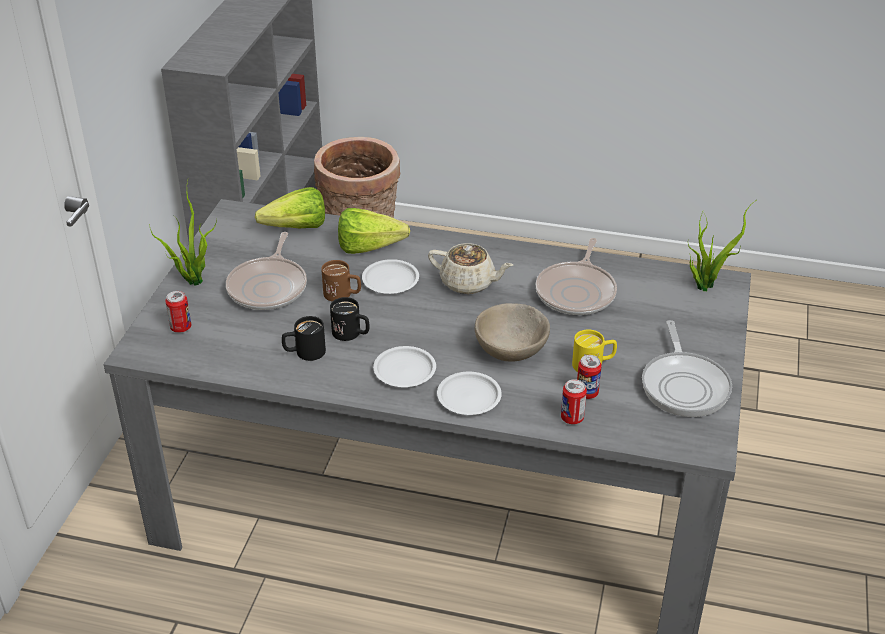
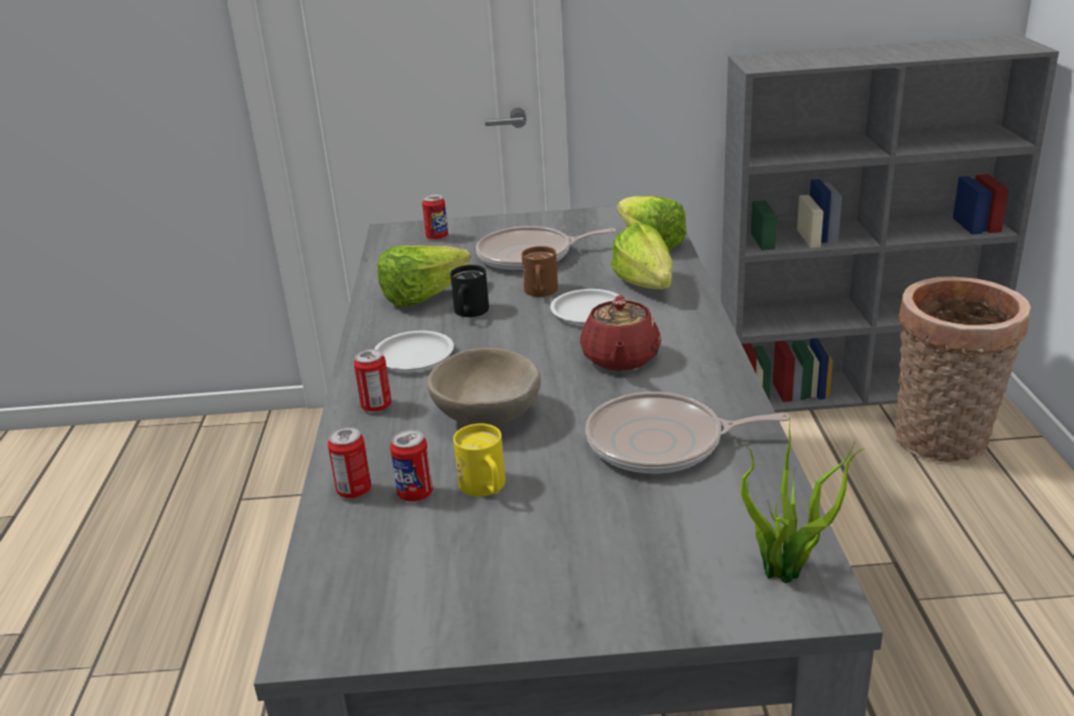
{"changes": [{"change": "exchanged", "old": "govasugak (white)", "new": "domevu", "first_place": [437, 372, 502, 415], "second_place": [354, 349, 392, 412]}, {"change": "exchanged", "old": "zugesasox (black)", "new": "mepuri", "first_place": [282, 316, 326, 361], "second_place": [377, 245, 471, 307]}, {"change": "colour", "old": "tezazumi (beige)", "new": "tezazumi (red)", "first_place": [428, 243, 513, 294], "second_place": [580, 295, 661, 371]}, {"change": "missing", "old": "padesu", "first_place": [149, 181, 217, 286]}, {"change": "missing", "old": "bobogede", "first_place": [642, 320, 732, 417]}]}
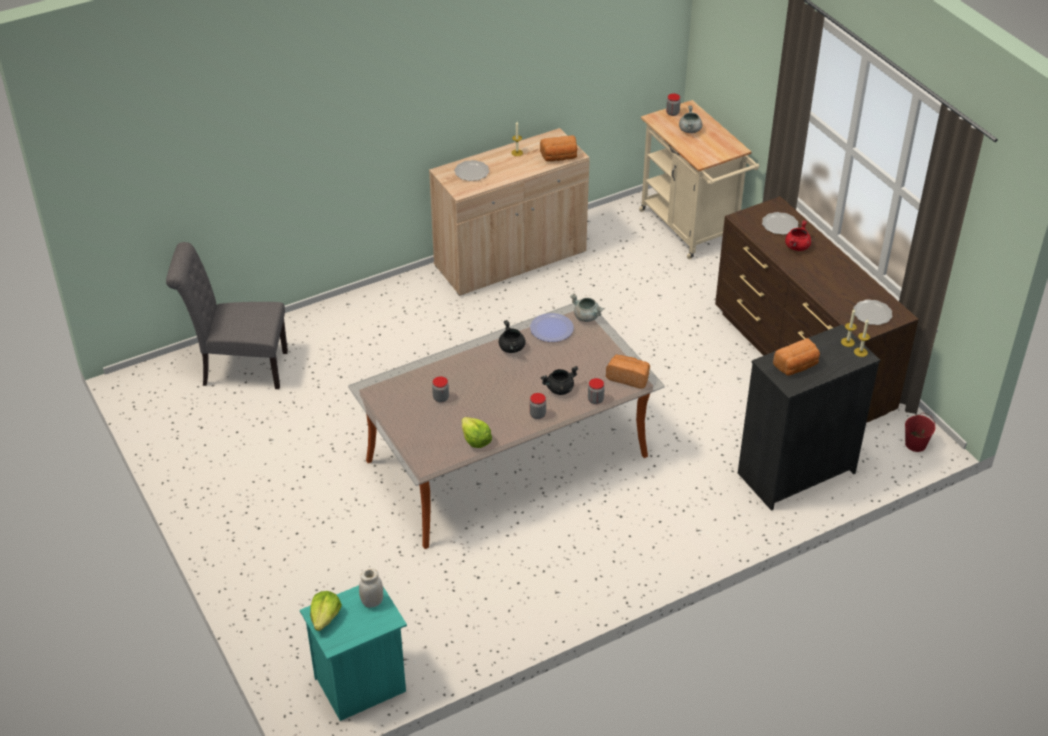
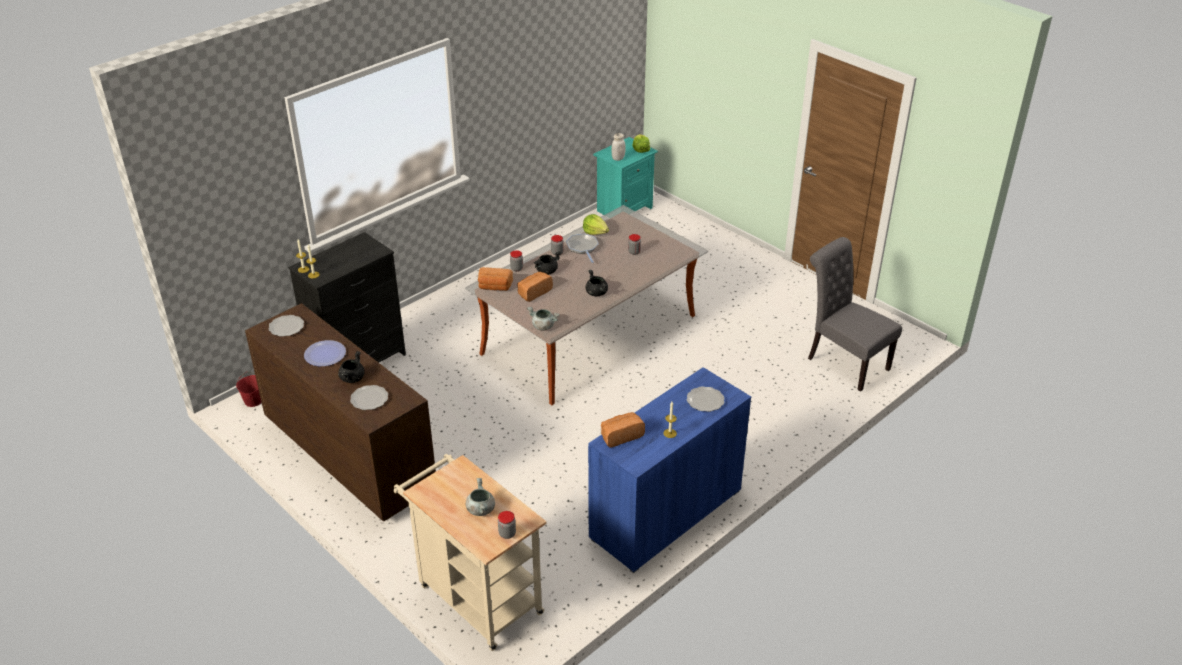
{"changes": [{"change": "relocated", "old": "govasugak", "first_place": [530, 313, 574, 342], "second_place": [304, 340, 346, 366]}, {"change": "colour", "old": "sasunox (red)", "new": "sasunox (black)", "first_place": [785, 220, 811, 251], "second_place": [338, 351, 365, 383]}, {"change": "relocated", "old": "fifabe", "first_place": [773, 338, 820, 375], "second_place": [517, 271, 553, 302]}, {"change": "appeared", "new": "bobogede", "second_place": [566, 233, 599, 263]}, {"change": "colour", "old": "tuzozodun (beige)", "new": "tuzozodun (blue)", "first_place": [429, 128, 590, 296], "second_place": [588, 367, 751, 573]}, {"change": "spun", "old": "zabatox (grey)", "first_place": [166, 242, 288, 389], "second_place": [808, 237, 902, 391], "degrees": -120}]}
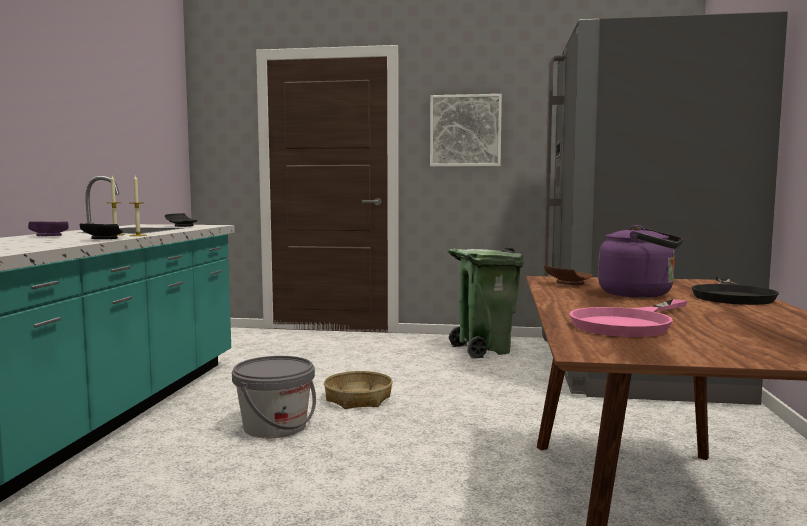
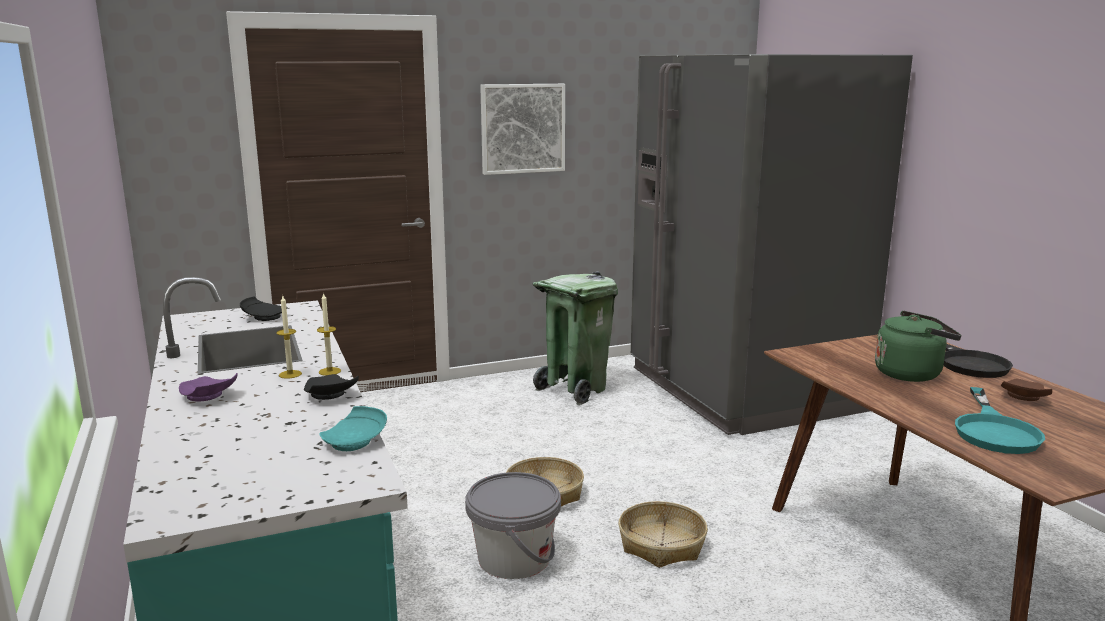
{"changes": [{"change": "appeared", "new": "govasugak (turquoise)", "second_place": [319, 406, 387, 451]}, {"change": "appeared", "new": "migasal", "second_place": [619, 501, 708, 568]}, {"change": "colour", "old": "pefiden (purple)", "new": "pefiden (green)", "first_place": [598, 225, 683, 298], "second_place": [875, 311, 961, 382]}, {"change": "colour", "old": "bobogede (pink)", "new": "bobogede (turquoise)", "first_place": [569, 299, 687, 337], "second_place": [955, 387, 1045, 454]}, {"change": "relocated", "old": "govasugak (brown)", "first_place": [544, 265, 593, 285], "second_place": [1000, 379, 1052, 401]}]}
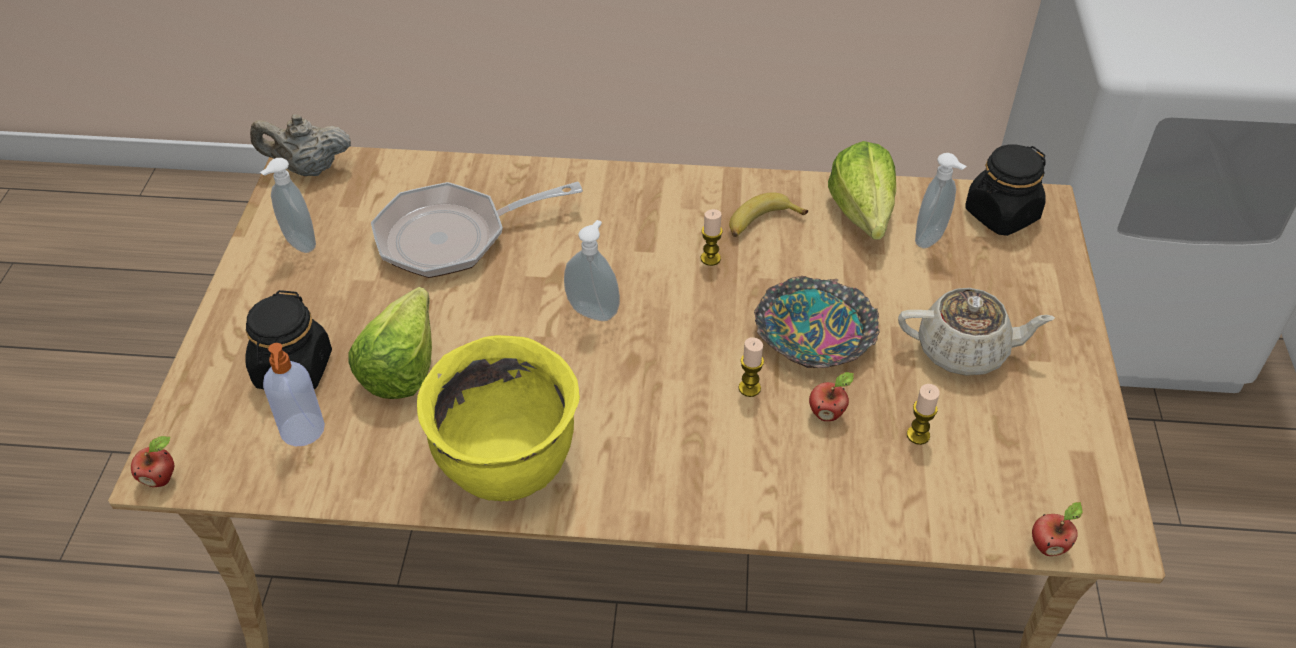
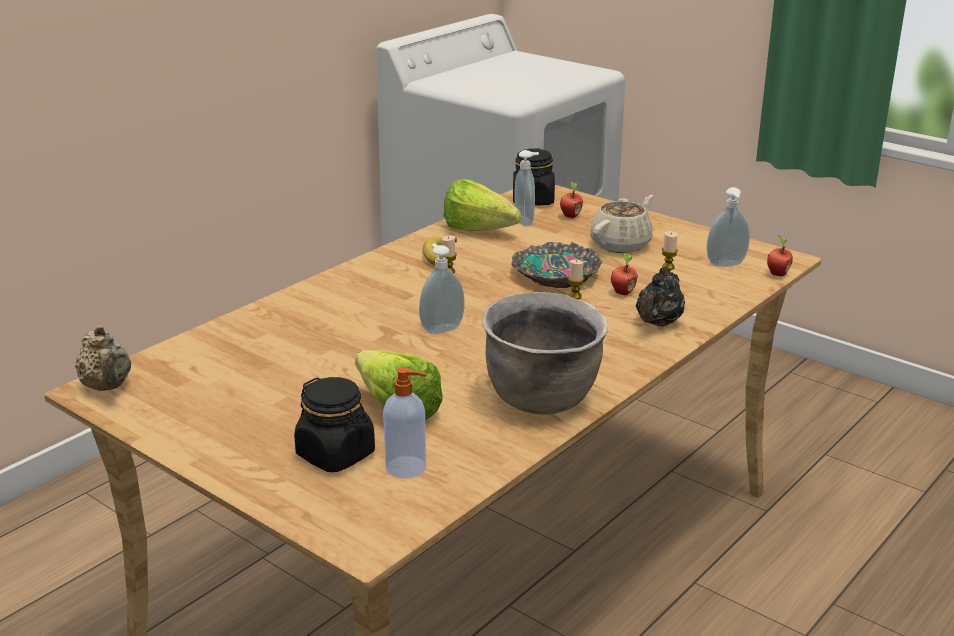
{"changes": [{"change": "spun", "old": "tezazumi (beige)", "first_place": [250, 114, 351, 176], "second_place": [75, 325, 131, 391], "degrees": -60}, {"change": "colour", "old": "sasunox (yellow)", "new": "sasunox (brown)", "first_place": [417, 335, 580, 501], "second_place": [482, 292, 608, 415]}, {"change": "relocated", "old": "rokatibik", "first_place": [131, 436, 174, 487], "second_place": [560, 182, 583, 218]}, {"change": "appeared", "new": "tezazumi (black)", "second_place": [636, 267, 685, 327]}, {"change": "relocated", "old": "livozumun", "first_place": [260, 158, 316, 253], "second_place": [706, 187, 750, 267]}, {"change": "missing", "old": "bobogede", "first_place": [371, 182, 583, 278]}]}
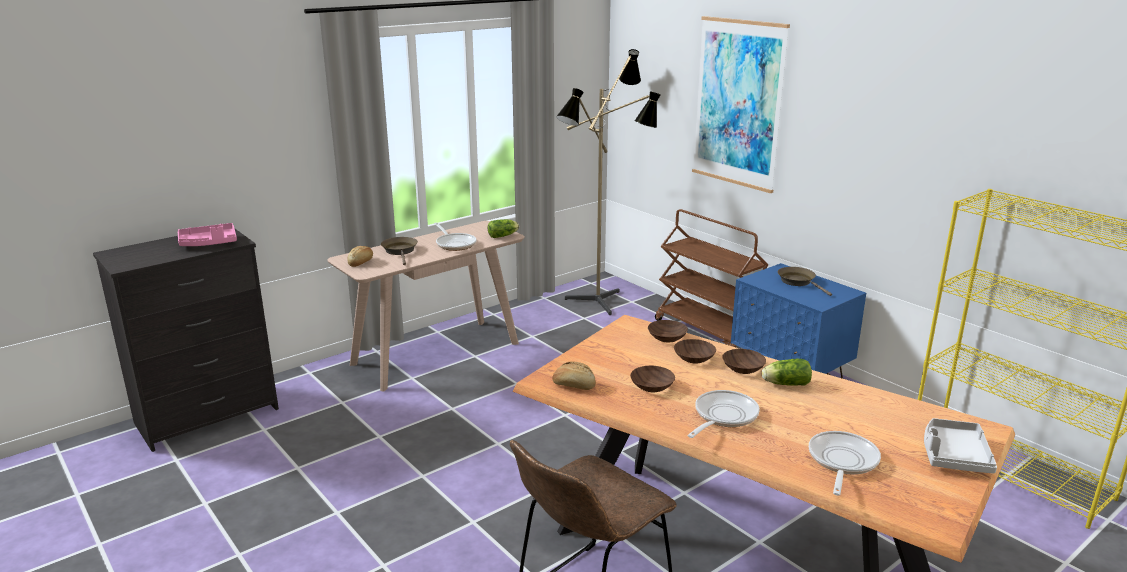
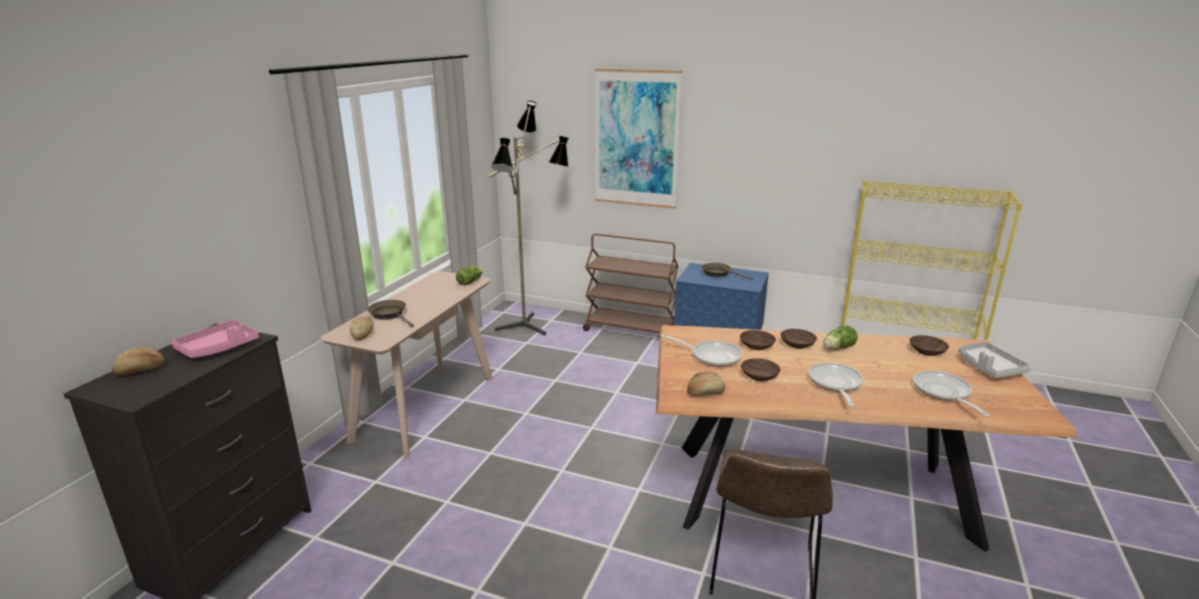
{"changes": [{"change": "appeared", "new": "fifabe", "second_place": [112, 347, 165, 376]}, {"change": "relocated", "old": "bobogede", "first_place": [434, 222, 477, 251], "second_place": [661, 334, 742, 367]}, {"change": "relocated", "old": "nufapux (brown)", "first_place": [648, 320, 688, 342], "second_place": [910, 335, 949, 356]}]}
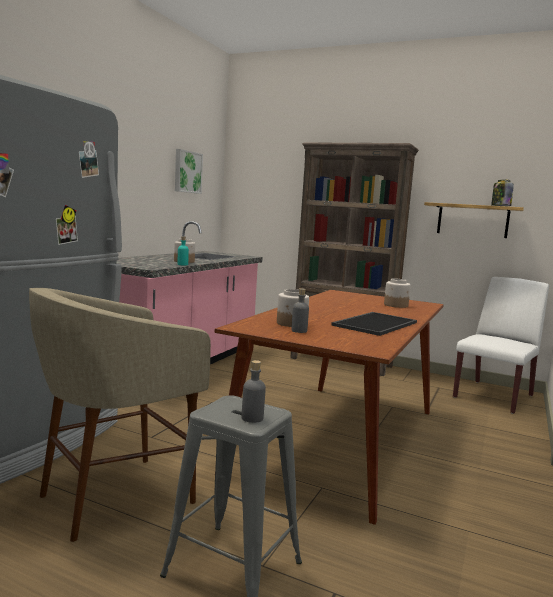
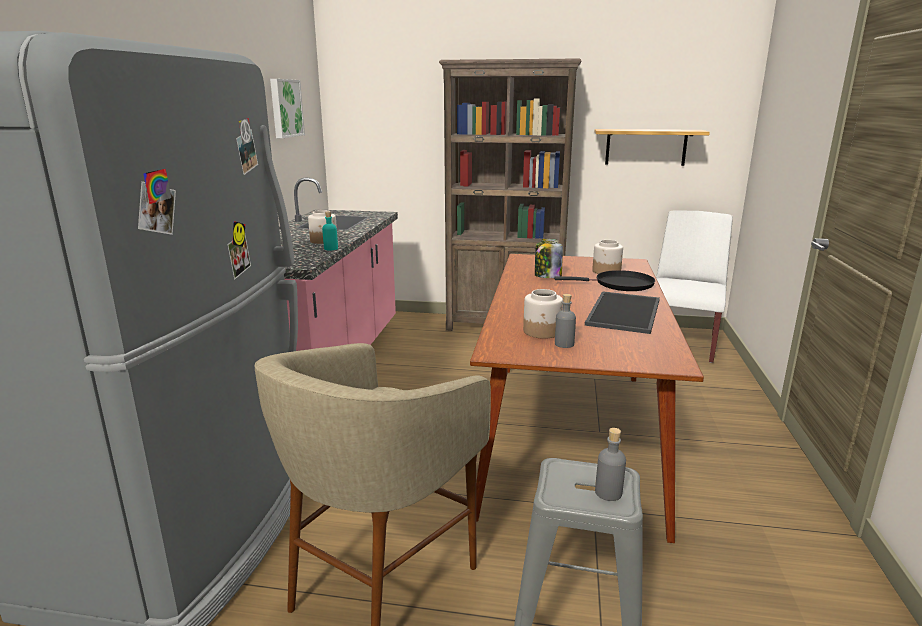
{"changes": [{"change": "relocated", "old": "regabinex", "first_place": [491, 180, 514, 206], "second_place": [535, 239, 563, 278]}, {"change": "appeared", "new": "bobogede (black)", "second_place": [554, 270, 655, 291]}]}
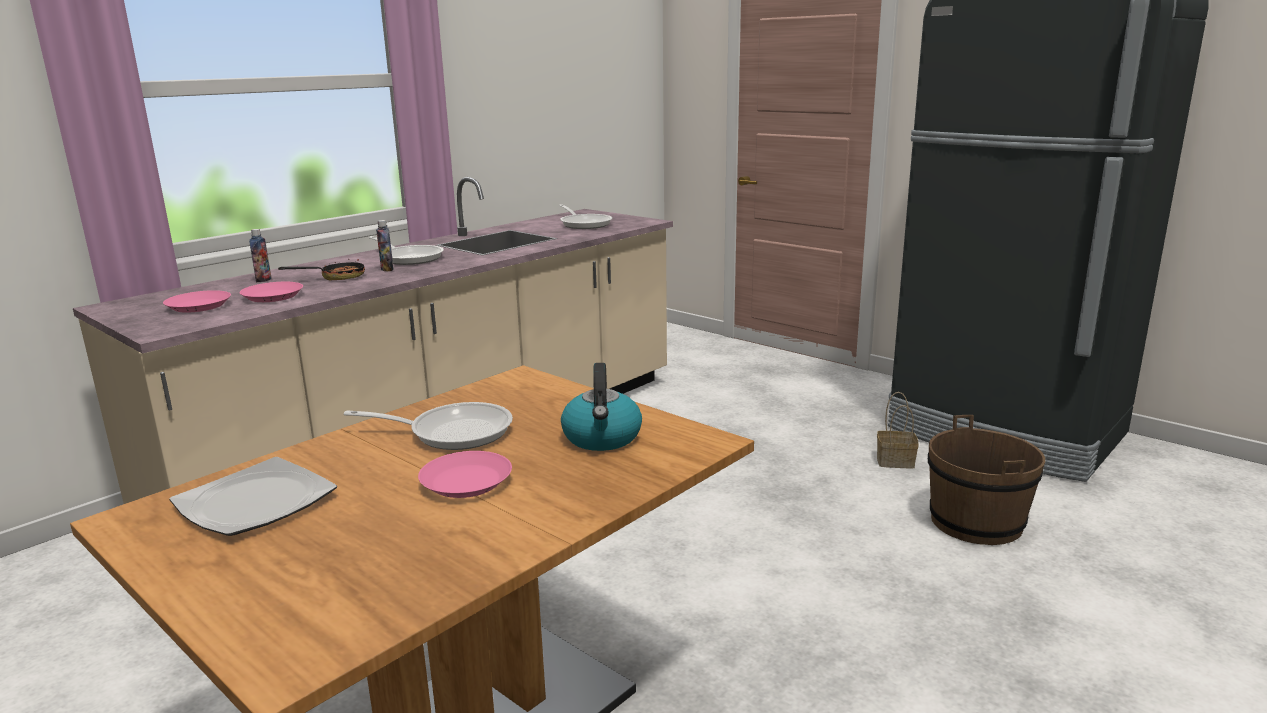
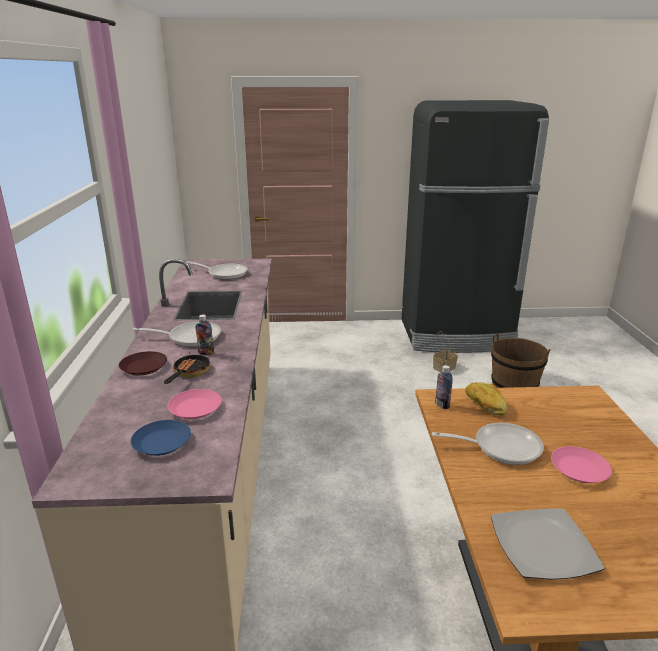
{"changes": [{"change": "appeared", "new": "govasugak (brown)", "second_place": [119, 351, 167, 375]}, {"change": "colour", "old": "govasugak (pink)", "new": "govasugak (blue)", "first_place": [163, 290, 231, 313], "second_place": [131, 420, 191, 456]}, {"change": "spun", "old": "bobogede", "first_place": [344, 402, 513, 450], "second_place": [432, 423, 544, 465], "degrees": 45}, {"change": "relocated", "old": "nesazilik", "first_place": [249, 229, 271, 282], "second_place": [435, 365, 453, 409]}, {"change": "appeared", "new": "fifabe", "second_place": [465, 382, 507, 416]}, {"change": "missing", "old": "pefiden", "first_place": [561, 363, 642, 451]}]}
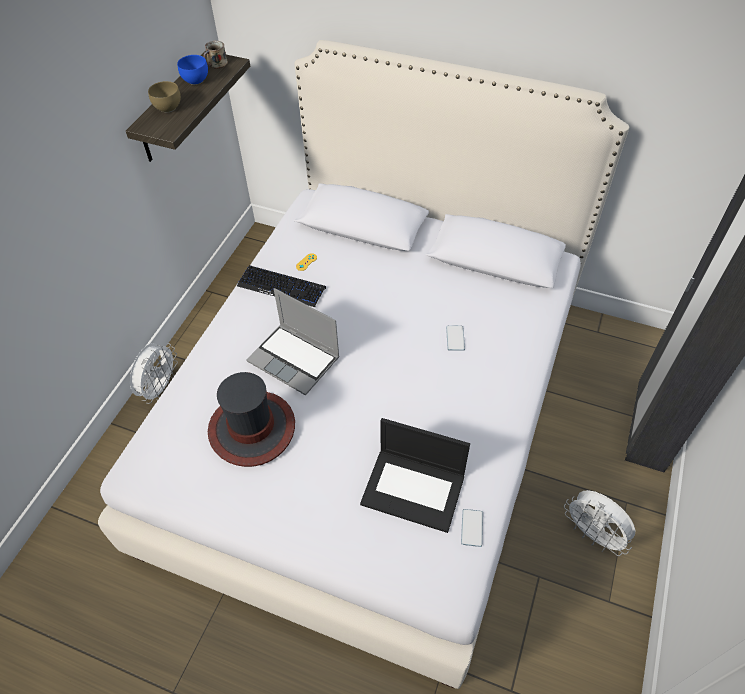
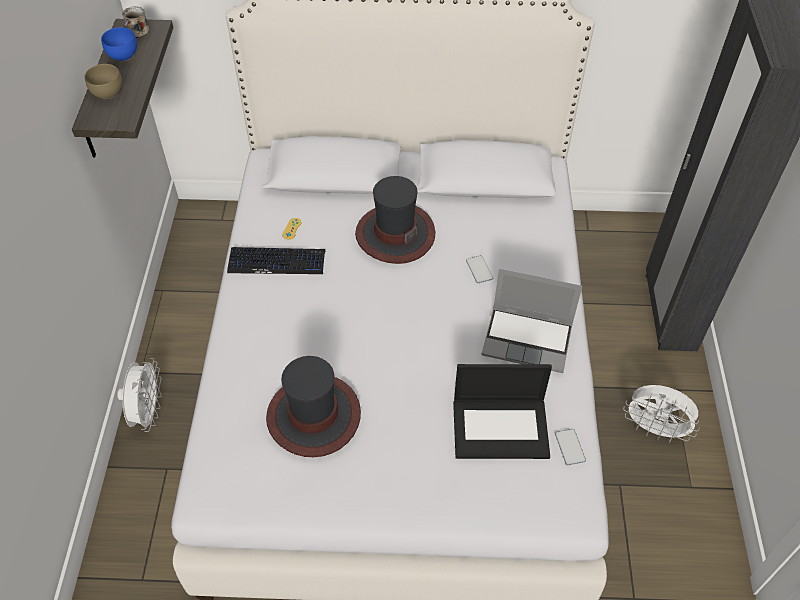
{"changes": [{"change": "appeared", "new": "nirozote", "second_place": [355, 176, 435, 264]}, {"change": "relocated", "old": "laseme", "first_place": [246, 288, 340, 396], "second_place": [481, 269, 582, 373]}]}
